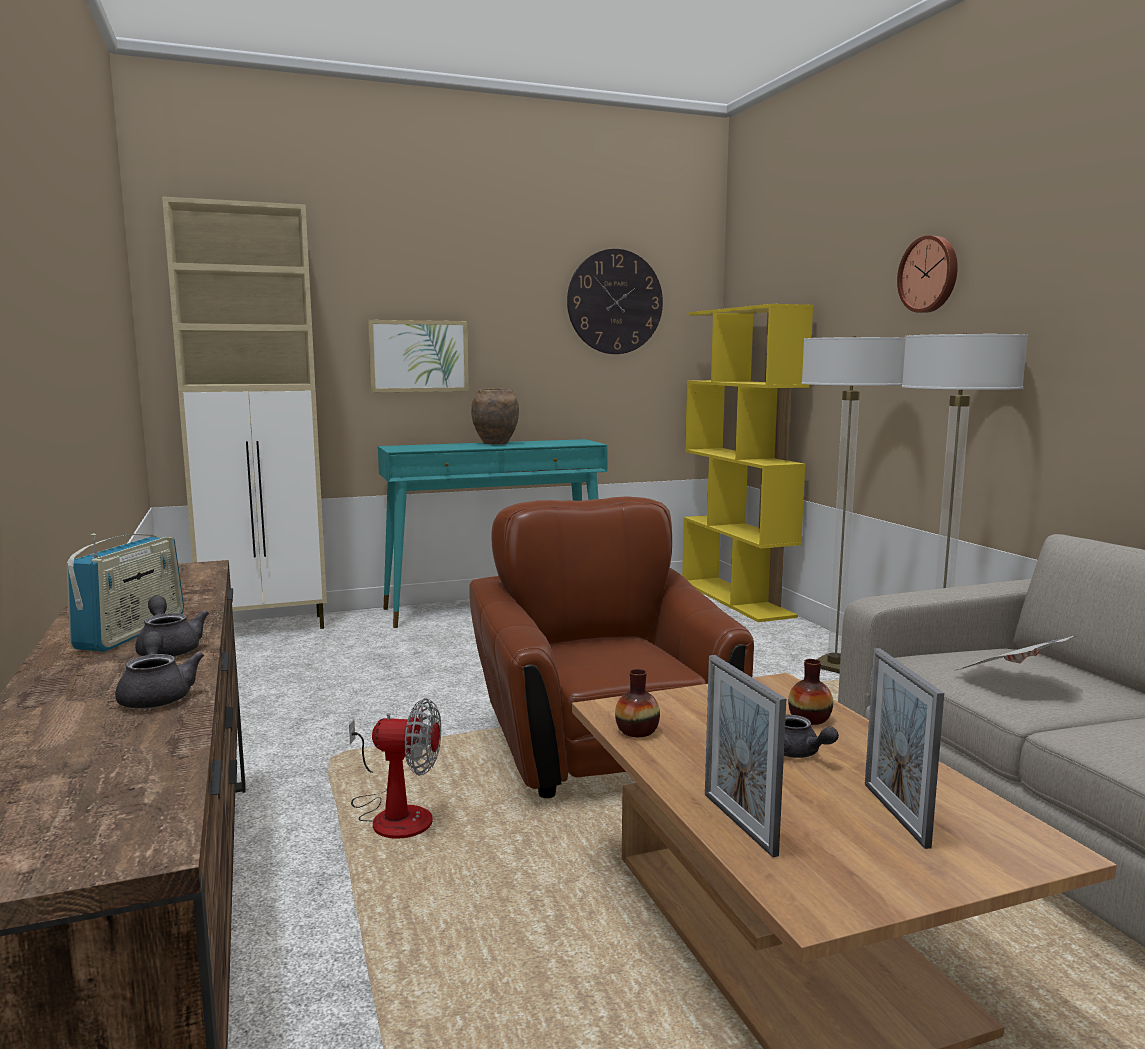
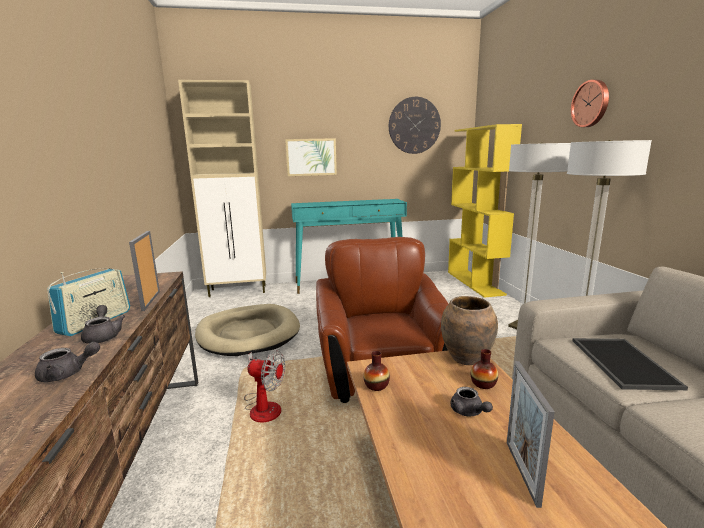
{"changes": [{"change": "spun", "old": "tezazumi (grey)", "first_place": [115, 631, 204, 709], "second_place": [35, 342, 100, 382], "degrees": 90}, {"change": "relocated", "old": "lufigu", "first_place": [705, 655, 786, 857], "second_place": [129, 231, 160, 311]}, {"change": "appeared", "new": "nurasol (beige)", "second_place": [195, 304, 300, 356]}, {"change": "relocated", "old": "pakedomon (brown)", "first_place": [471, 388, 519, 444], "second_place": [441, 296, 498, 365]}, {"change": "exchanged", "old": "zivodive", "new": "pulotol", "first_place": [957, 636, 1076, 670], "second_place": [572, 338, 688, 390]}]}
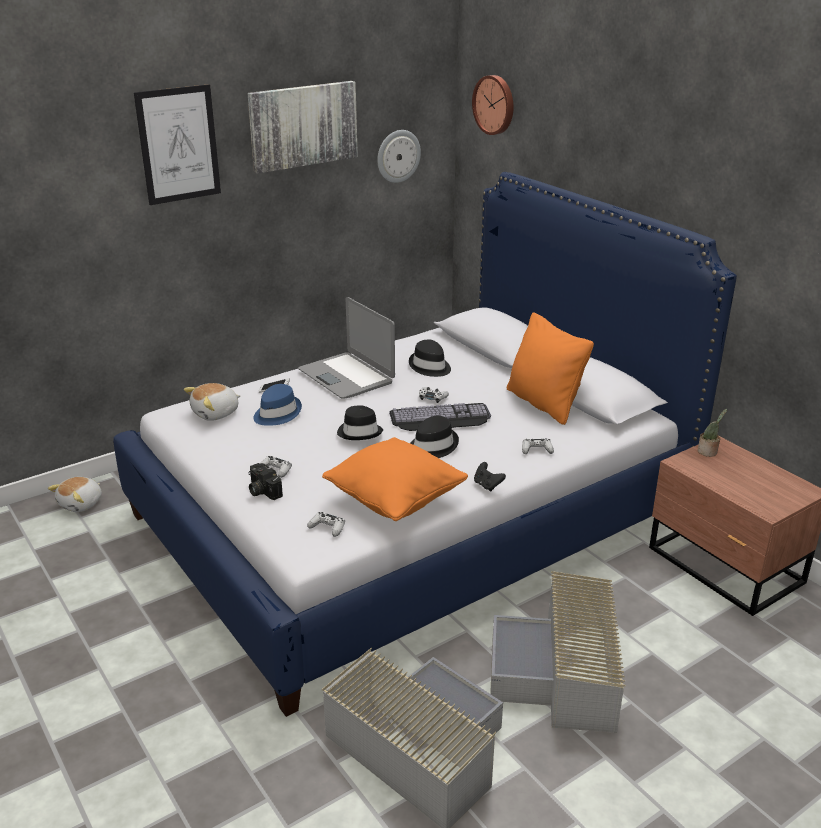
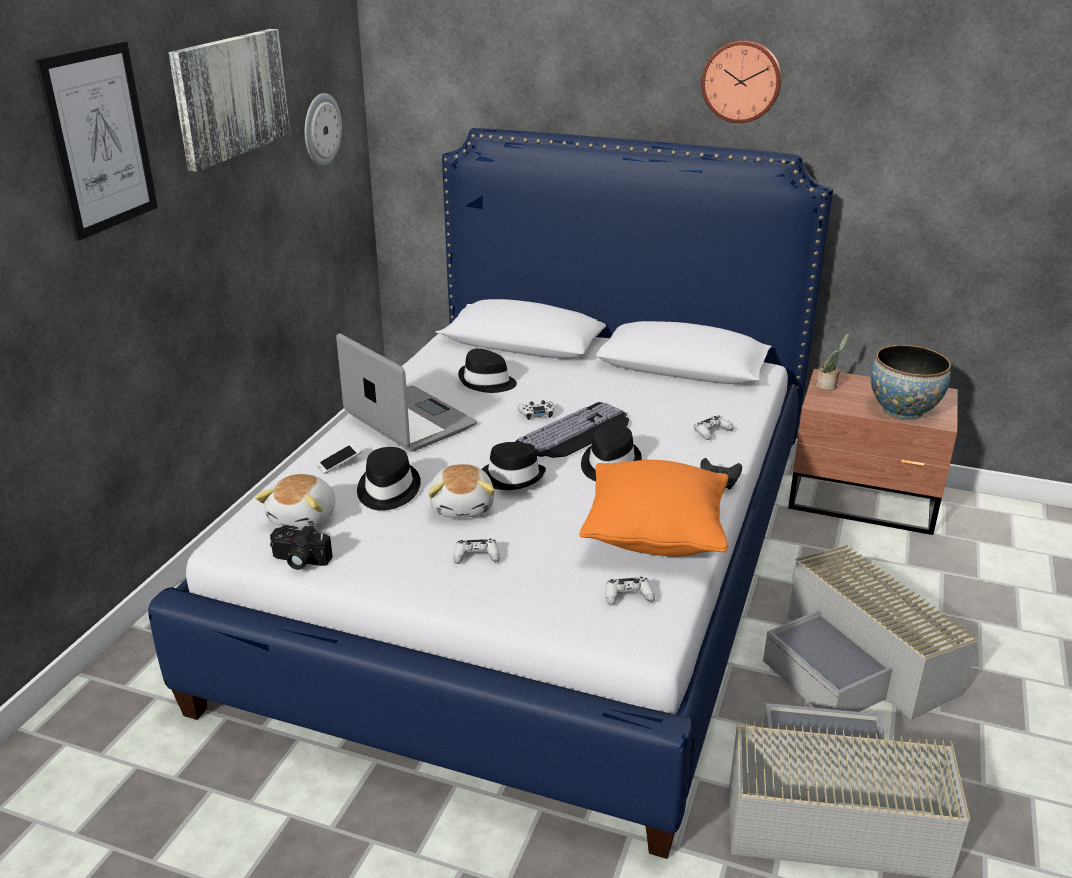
{"changes": [{"change": "relocated", "old": "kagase", "first_place": [249, 463, 283, 500], "second_place": [270, 526, 333, 570]}, {"change": "spun", "old": "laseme", "first_place": [298, 297, 395, 399], "second_place": [336, 333, 477, 452], "degrees": -150}, {"change": "colour", "old": "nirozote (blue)", "new": "nirozote (black)", "first_place": [254, 384, 302, 426], "second_place": [357, 447, 421, 511]}, {"change": "relocated", "old": "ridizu", "first_place": [48, 477, 102, 512], "second_place": [428, 464, 495, 518]}, {"change": "relocated", "old": "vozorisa", "first_place": [472, 75, 513, 135], "second_place": [701, 40, 782, 123]}, {"change": "appeared", "new": "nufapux", "second_place": [871, 345, 951, 420]}, {"change": "missing", "old": "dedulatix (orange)", "first_place": [507, 312, 594, 425]}]}
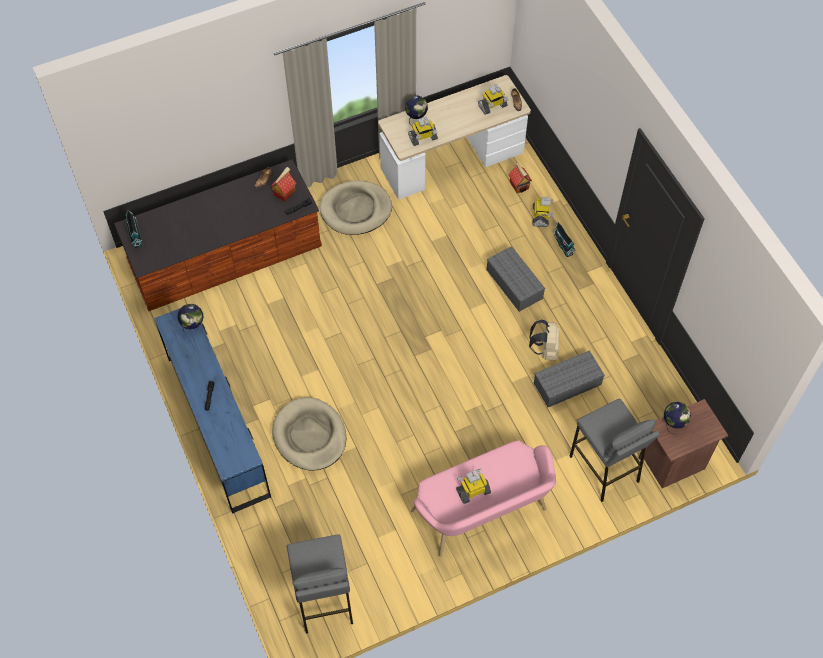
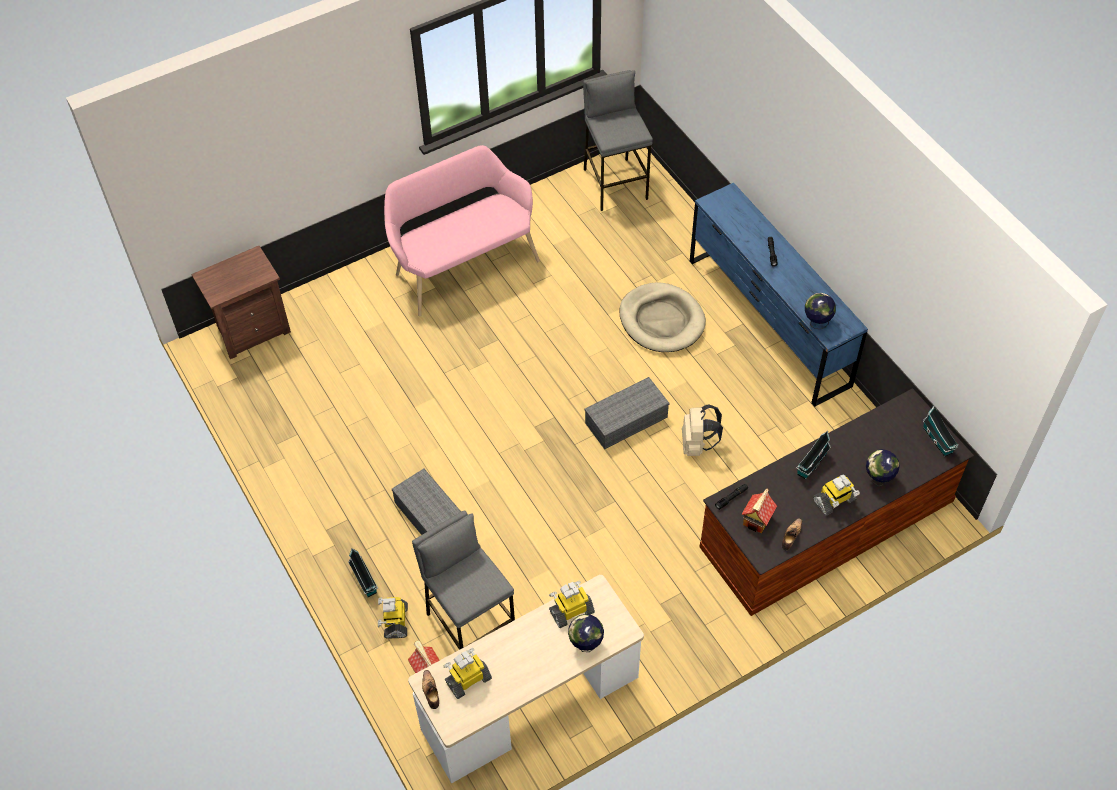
{"changes": [{"change": "relocated", "old": "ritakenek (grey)", "first_place": [569, 398, 659, 502], "second_place": [412, 510, 515, 650]}, {"change": "relocated", "old": "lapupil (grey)", "first_place": [534, 350, 605, 407], "second_place": [585, 377, 670, 449]}, {"change": "relocated", "old": "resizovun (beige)", "first_place": [529, 320, 559, 361], "second_place": [682, 404, 723, 456]}, {"change": "appeared", "new": "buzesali", "second_place": [796, 431, 831, 480]}, {"change": "relocated", "old": "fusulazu", "first_place": [456, 469, 491, 504], "second_place": [813, 474, 860, 516]}, {"change": "relocated", "old": "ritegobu", "first_place": [664, 402, 691, 434], "second_place": [866, 449, 900, 486]}, {"change": "missing", "old": "nurasol (beige)", "first_place": [320, 181, 392, 235]}]}
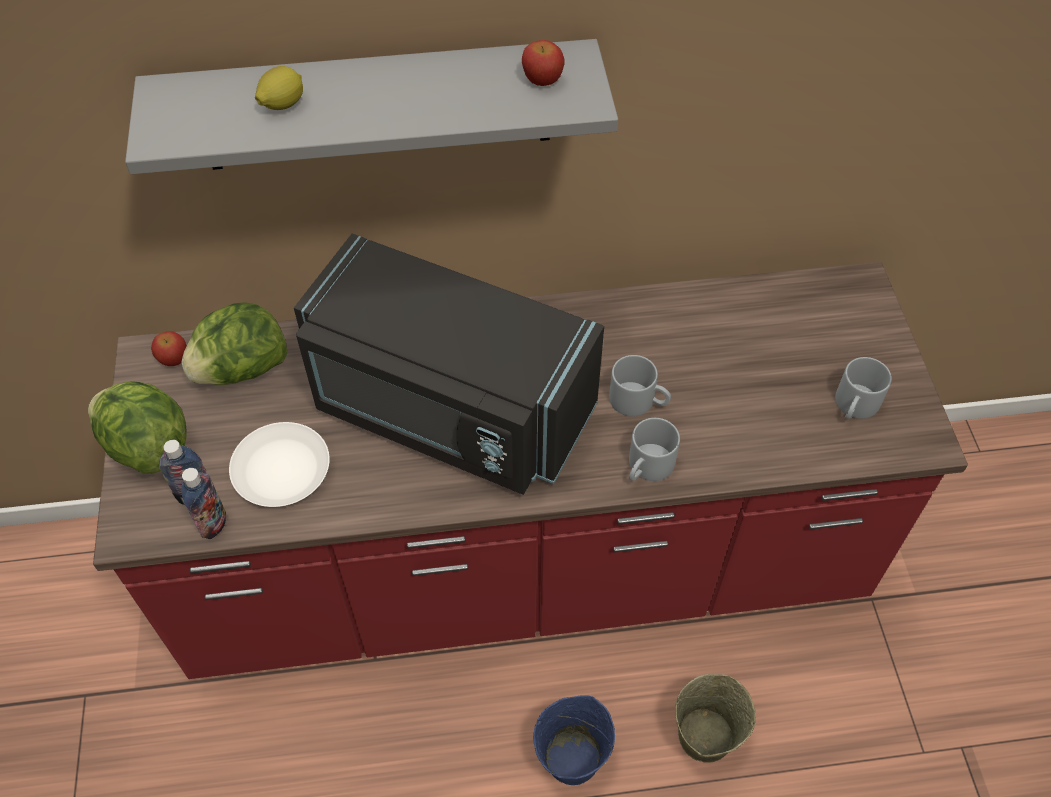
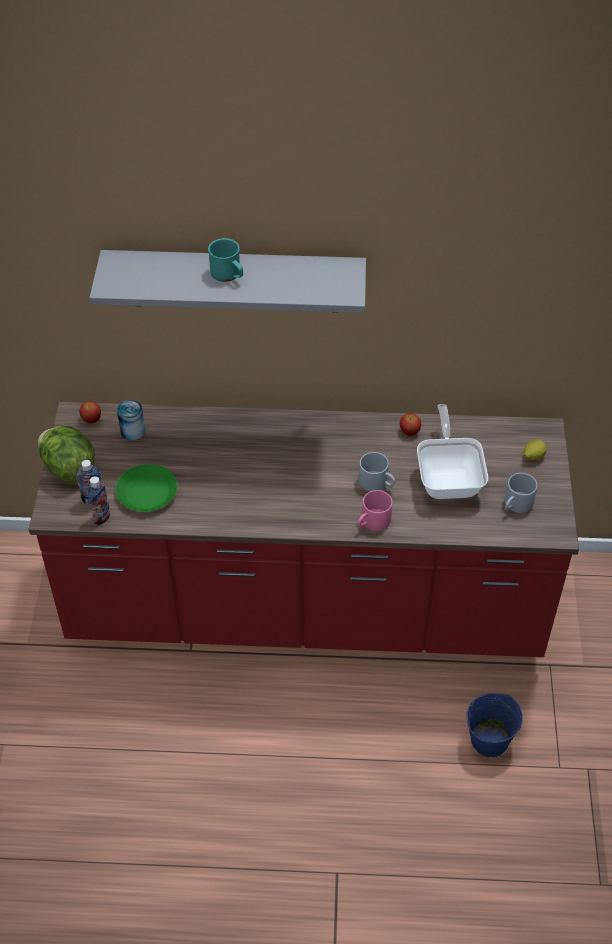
{"changes": [{"change": "colour", "old": "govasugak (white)", "new": "govasugak (green)", "first_place": [229, 422, 330, 507], "second_place": [116, 464, 177, 512]}, {"change": "exchanged", "old": "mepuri", "new": "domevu", "first_place": [181, 302, 287, 385], "second_place": [117, 400, 145, 441]}, {"change": "appeared", "new": "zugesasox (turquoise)", "second_place": [208, 238, 243, 282]}, {"change": "colour", "old": "zugesasox (grey)", "new": "zugesasox (pink)", "first_place": [629, 418, 680, 481], "second_place": [357, 490, 393, 531]}, {"change": "relocated", "old": "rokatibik", "first_place": [522, 40, 565, 86], "second_place": [400, 413, 421, 436]}, {"change": "appeared", "new": "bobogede", "second_place": [417, 404, 488, 499]}, {"change": "relocated", "old": "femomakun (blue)", "first_place": [533, 695, 615, 785], "second_place": [467, 693, 523, 757]}, {"change": "relocated", "old": "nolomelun", "first_place": [255, 66, 303, 110], "second_place": [523, 439, 547, 461]}, {"change": "missing", "old": "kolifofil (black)", "first_place": [294, 234, 604, 495]}, {"change": "missing", "old": "femomakun (beige)", "first_place": [675, 674, 756, 762]}]}
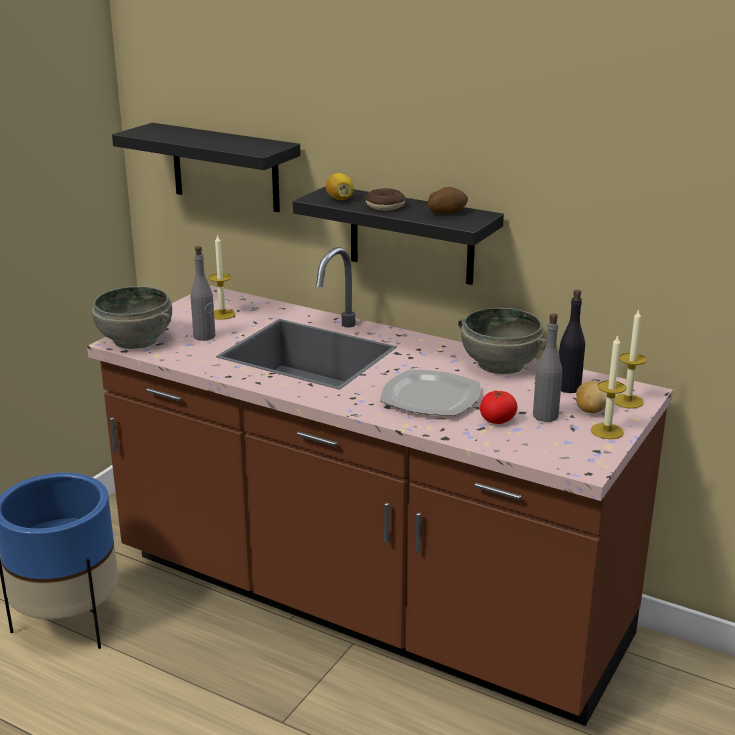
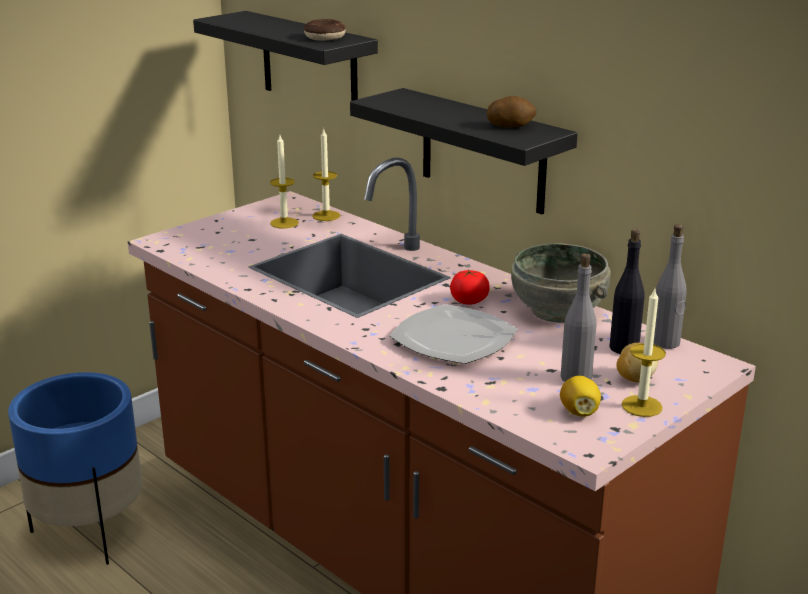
{"changes": [{"change": "relocated", "old": "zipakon", "first_place": [365, 188, 405, 211], "second_place": [304, 19, 346, 41]}, {"change": "relocated", "old": "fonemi", "first_place": [614, 308, 646, 409], "second_place": [312, 128, 340, 221]}, {"change": "relocated", "old": "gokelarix", "first_place": [480, 391, 518, 424], "second_place": [450, 269, 490, 305]}, {"change": "relocated", "old": "nolomelun", "first_place": [326, 173, 354, 200], "second_place": [560, 376, 601, 416]}, {"change": "relocated", "old": "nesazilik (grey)", "first_place": [191, 246, 215, 341], "second_place": [653, 224, 687, 349]}, {"change": "missing", "old": "nufapux (grey)", "first_place": [92, 286, 172, 349]}]}
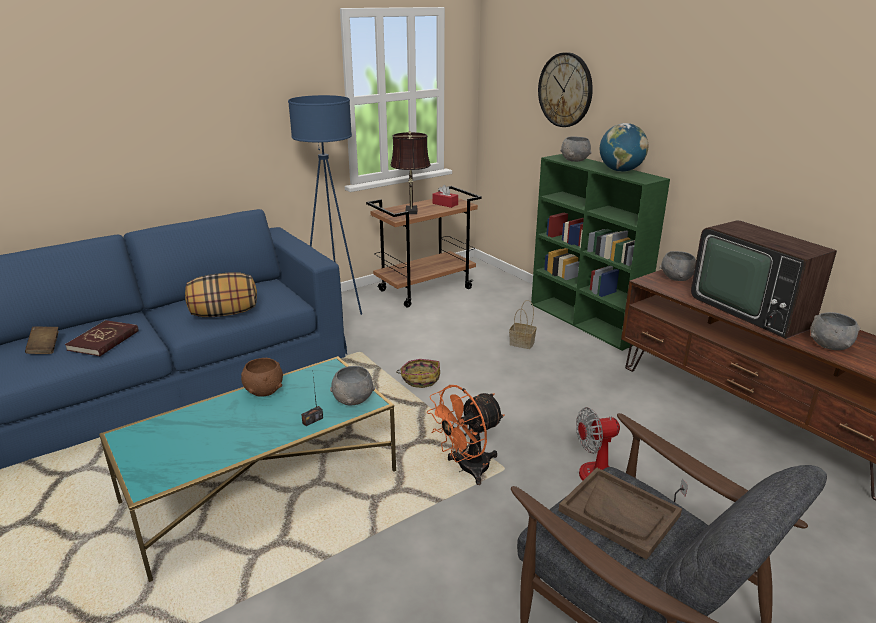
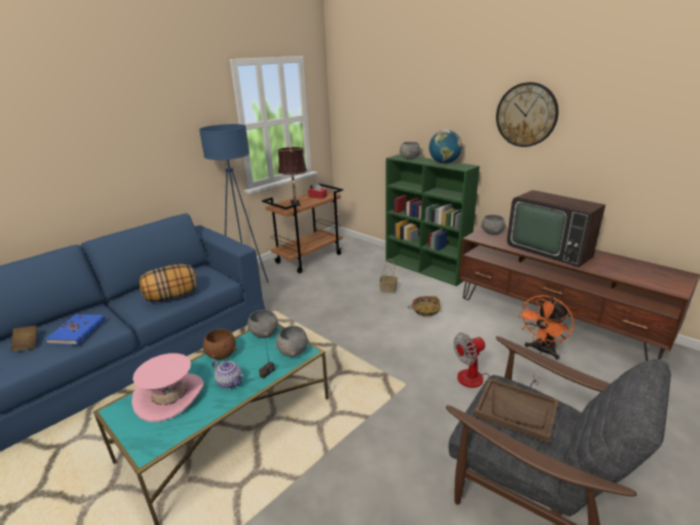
{"changes": [{"change": "colour", "old": "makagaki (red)", "new": "makagaki (blue)", "first_place": [65, 320, 139, 356], "second_place": [45, 314, 105, 345]}, {"change": "appeared", "new": "nirozote (pink)", "second_place": [132, 353, 204, 422]}, {"change": "appeared", "new": "tezazumi", "second_place": [212, 361, 243, 389]}, {"change": "relocated", "old": "nufapux (grey)", "first_place": [810, 312, 860, 350], "second_place": [247, 310, 279, 338]}, {"change": "relocated", "old": "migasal", "first_place": [396, 359, 440, 388], "second_place": [408, 296, 441, 317]}, {"change": "relocated", "old": "vozorisa", "first_place": [538, 52, 593, 127], "second_place": [496, 82, 559, 147]}, {"change": "relocated", "old": "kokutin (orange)", "first_place": [427, 385, 504, 485], "second_place": [518, 295, 574, 360]}]}
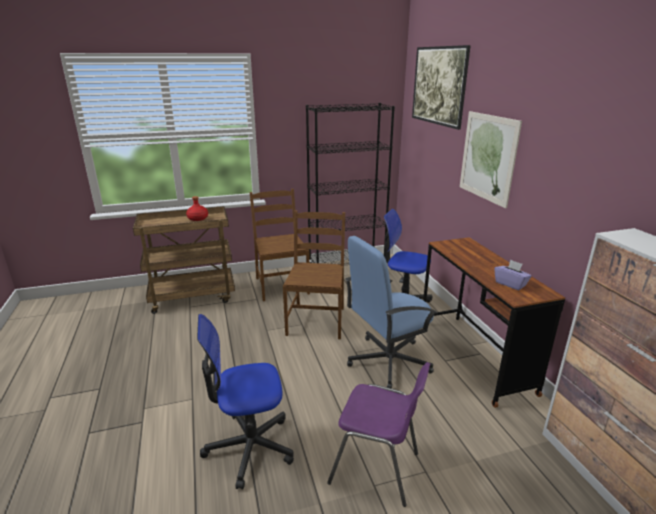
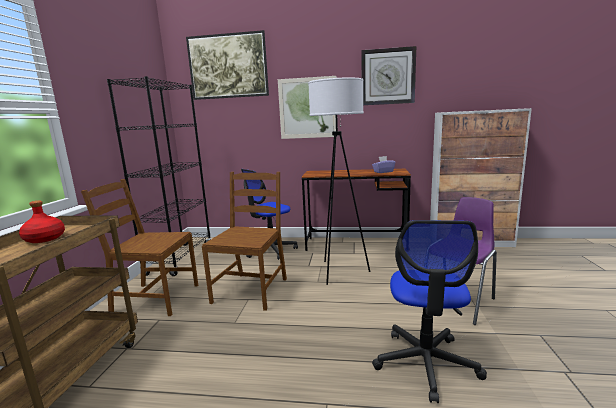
{"changes": [{"change": "spun", "old": "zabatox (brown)", "first_place": [283, 210, 345, 339], "second_place": [202, 172, 287, 311], "degrees": 75}, {"change": "exchanged", "old": "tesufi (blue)", "new": "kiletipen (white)", "first_place": [346, 236, 437, 389], "second_place": [308, 78, 370, 285]}, {"change": "appeared", "new": "vozorisa", "second_place": [361, 46, 416, 105]}]}
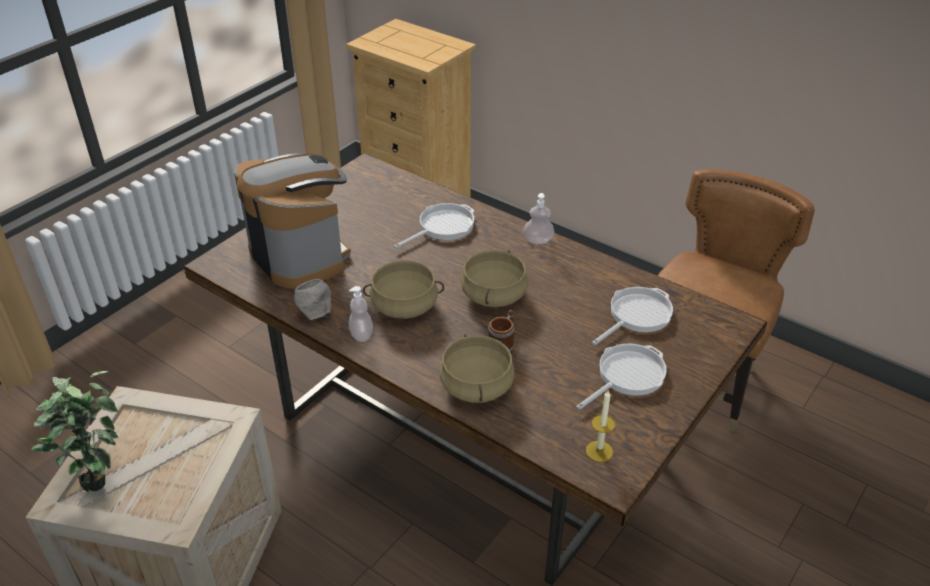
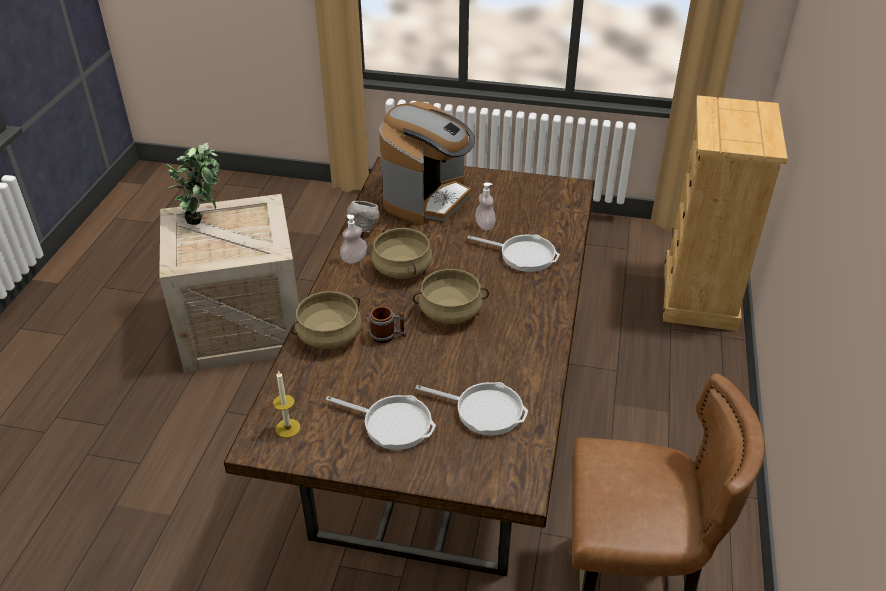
{"changes": [{"change": "relocated", "old": "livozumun", "first_place": [524, 193, 554, 244], "second_place": [475, 183, 496, 230]}]}
